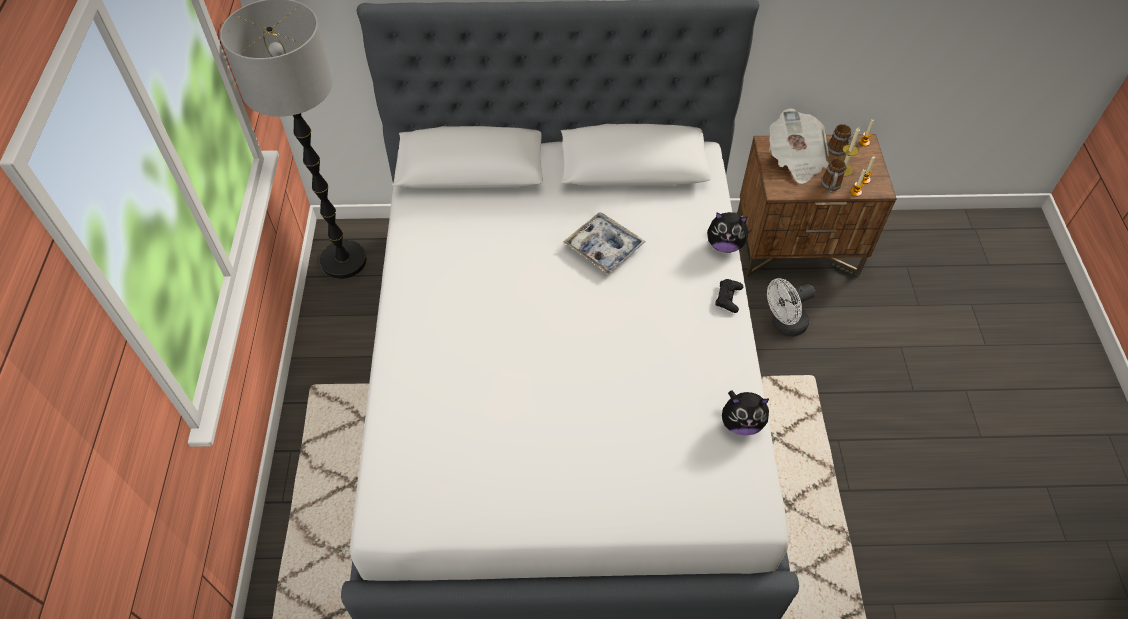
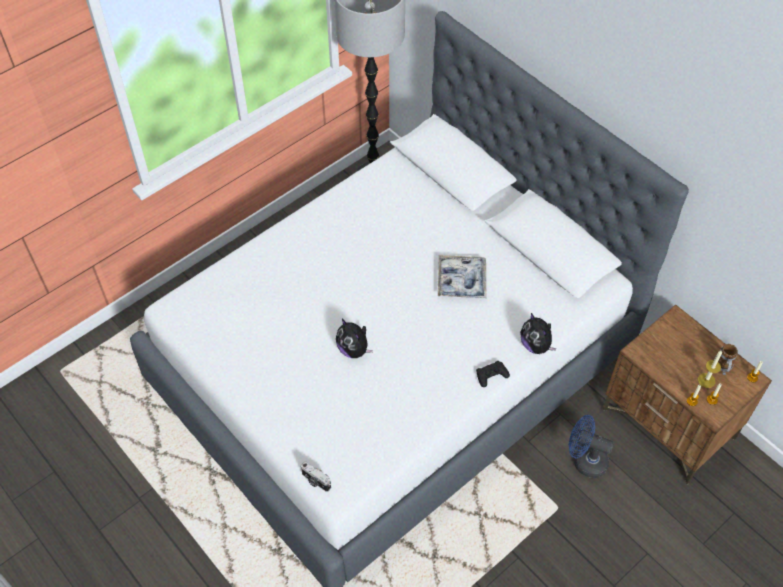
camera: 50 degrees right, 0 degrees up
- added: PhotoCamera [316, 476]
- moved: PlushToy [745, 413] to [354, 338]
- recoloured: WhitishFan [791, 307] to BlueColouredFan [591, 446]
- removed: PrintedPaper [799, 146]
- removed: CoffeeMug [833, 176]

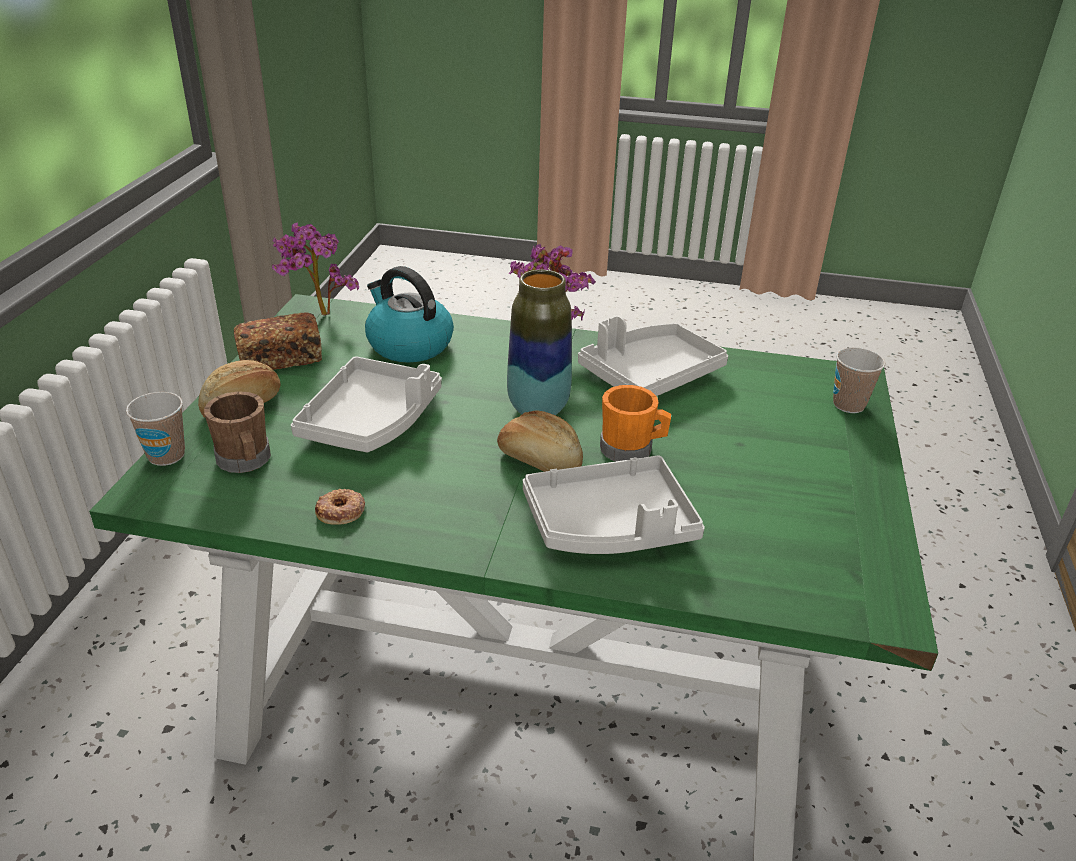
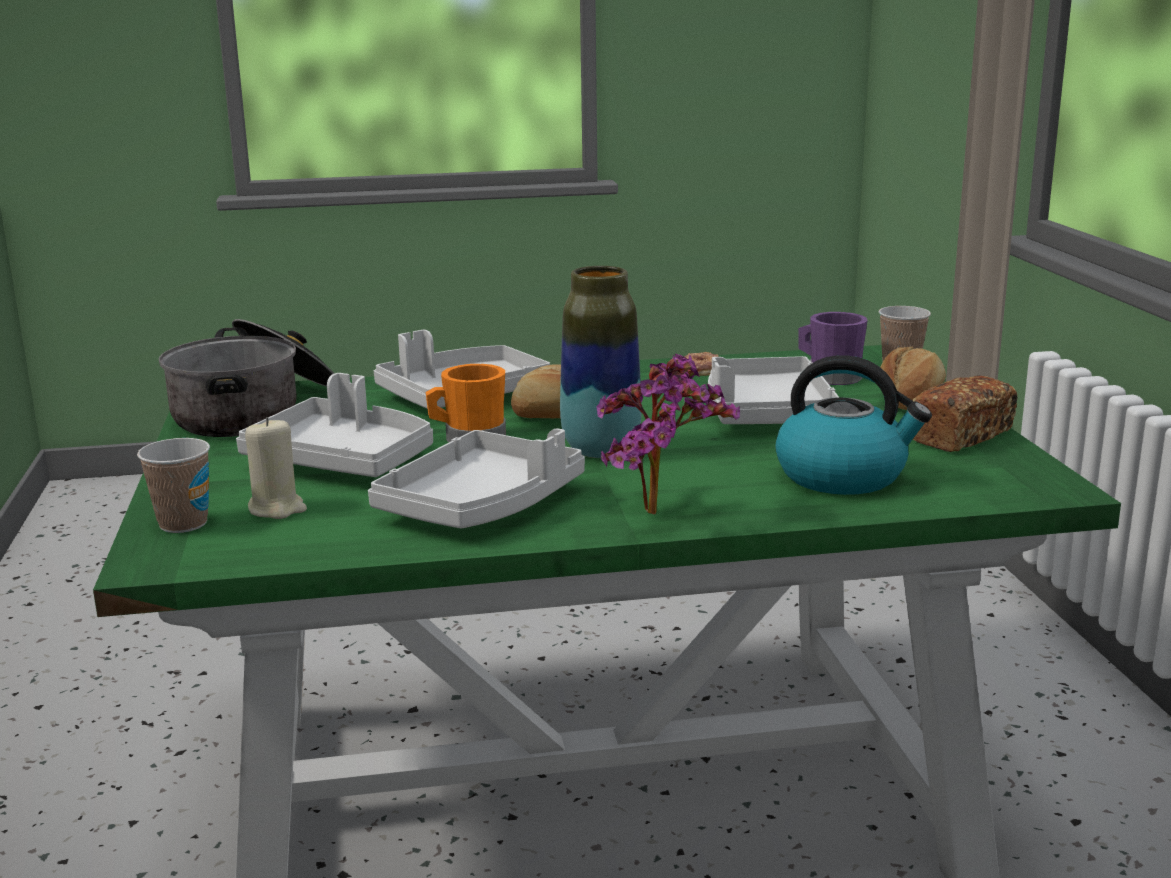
camera: 160 degrees right, 15 degrees down
- added: Stockpot [246, 378]
- added: GreyishCarryingTray [334, 425]
- added: SandColouredWaxLight [276, 468]
- recoloured: BrownishCoffeeMug [237, 432] to PurpleCoffeeMug [832, 348]
- removed: PlantInAPot [315, 269]

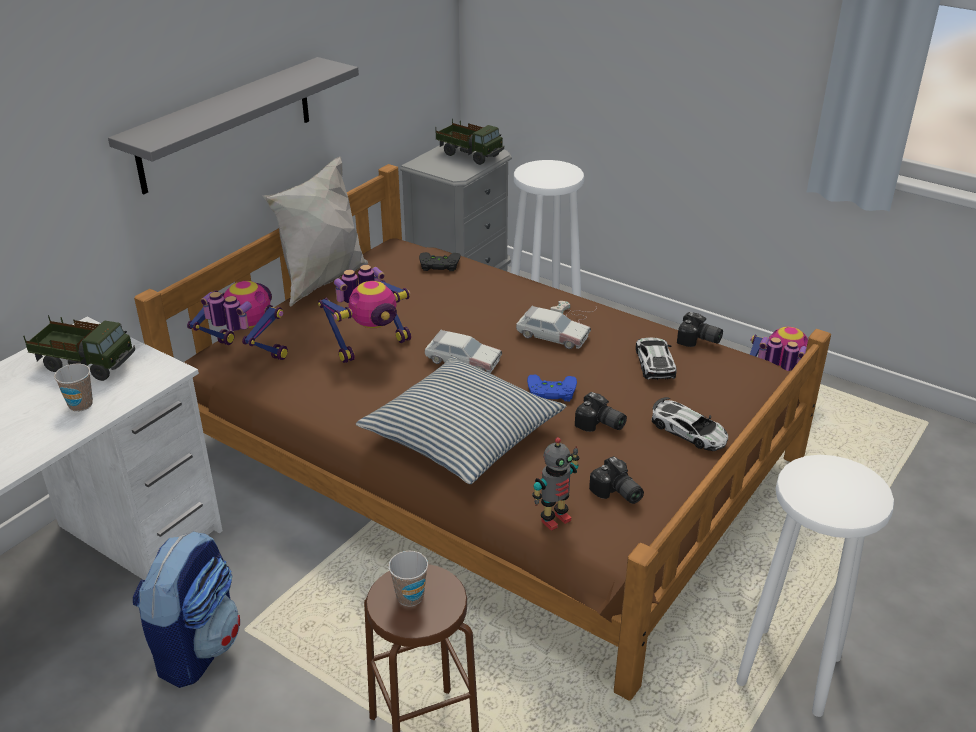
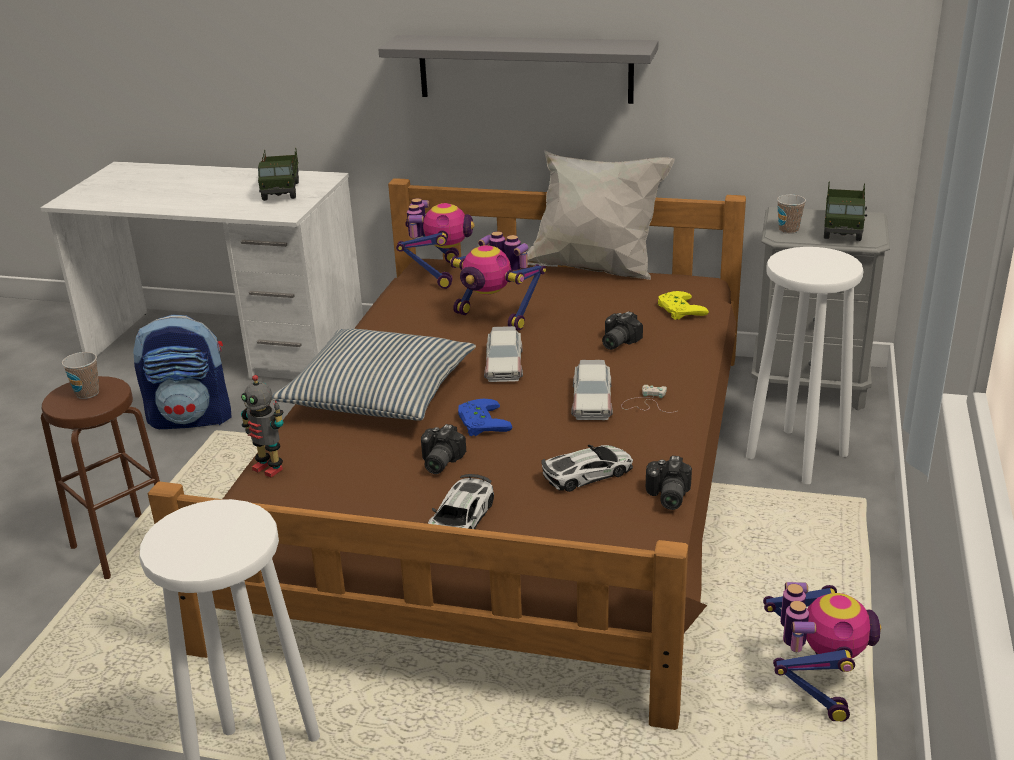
camera: 70 degrees right, 5 degrees down
- moved: PhotoCamera [616, 480] to [622, 330]
- recoloured: BlackishGamepad [440, 261] to YellowishGamepad [683, 305]
- moved: DrinkingCup [73, 388] to [791, 214]

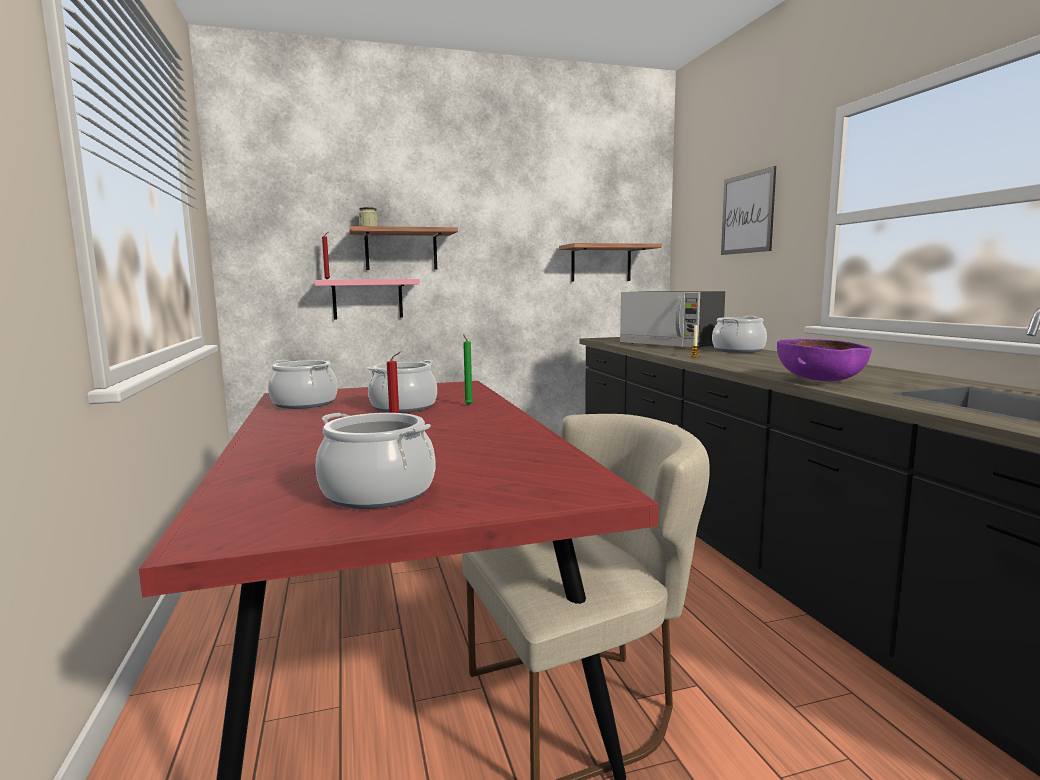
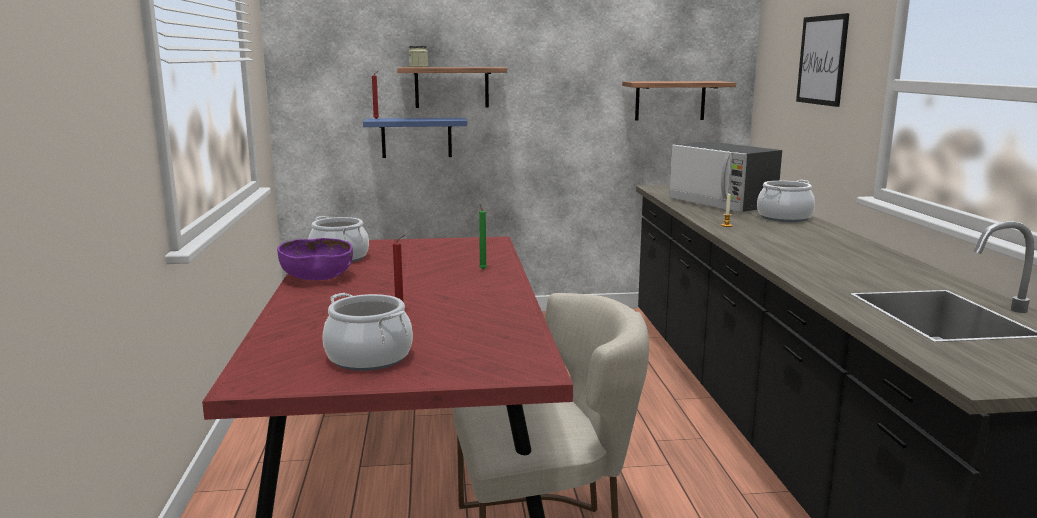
camera: 10 degrees right, 5 degrees up
- moved: PurpleBowl [824, 360] to [315, 259]
- recoloured: PinkWallShelf [367, 299] to BlueColouredWallShelf [415, 138]
- removed: Stockpot [402, 386]

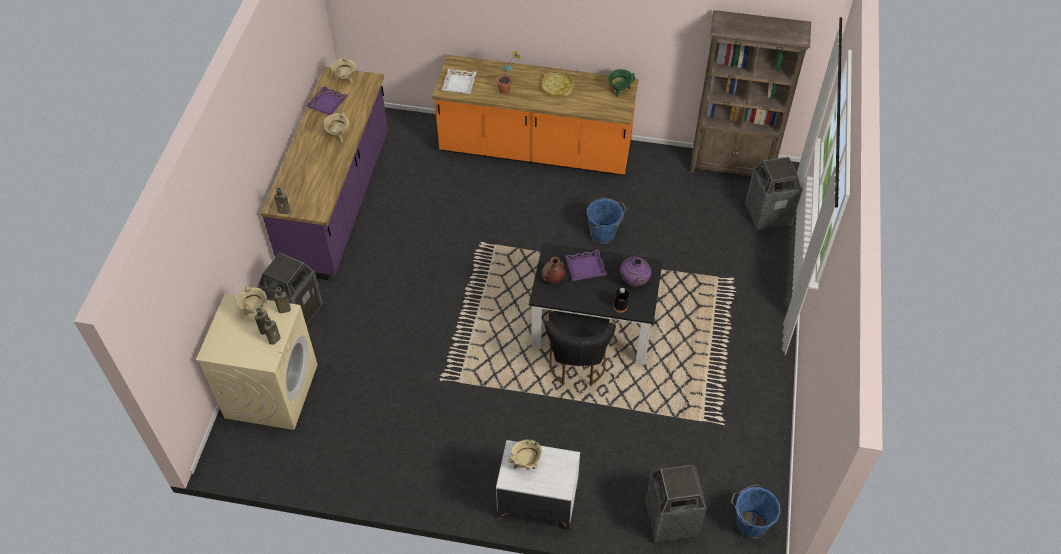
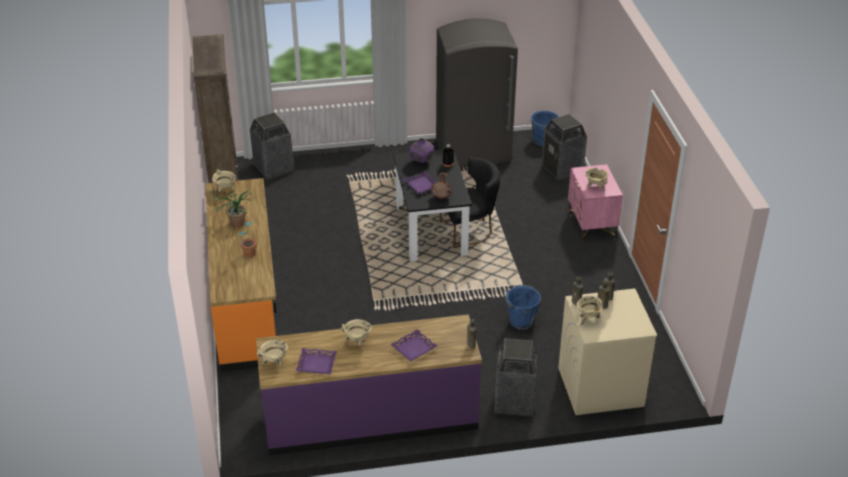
camera: 110 degrees left, 15 degrees down
- replaced: YellowishCarryingTray [558, 84] to PlantInAPot [232, 209]
- recoloured: GreenColouredStockpot [621, 83] to SandColouredStockpot [224, 180]
- added: PurpleCarryingTray [413, 345]
- added: GreyishFridge [477, 92]
- moved: BlueColouredPail [606, 220] to [523, 307]
- recoloured: WhitishNightTable [538, 485] to PinkNightTable [595, 203]
- removed: WhitishCarryingTray [459, 81]

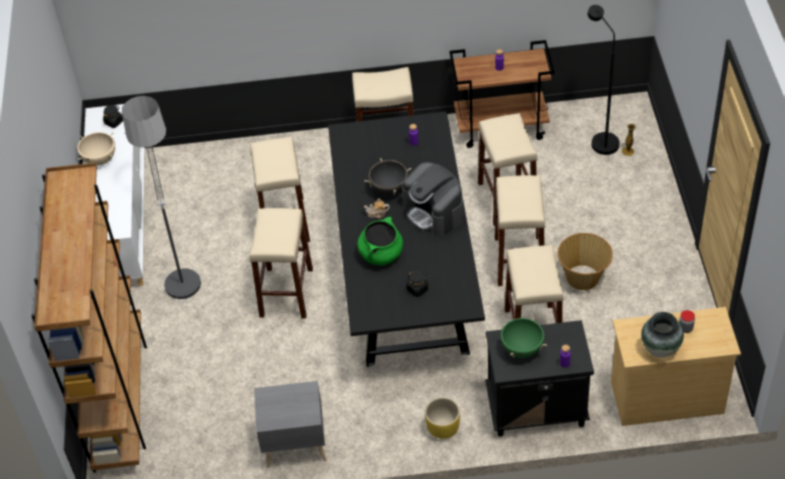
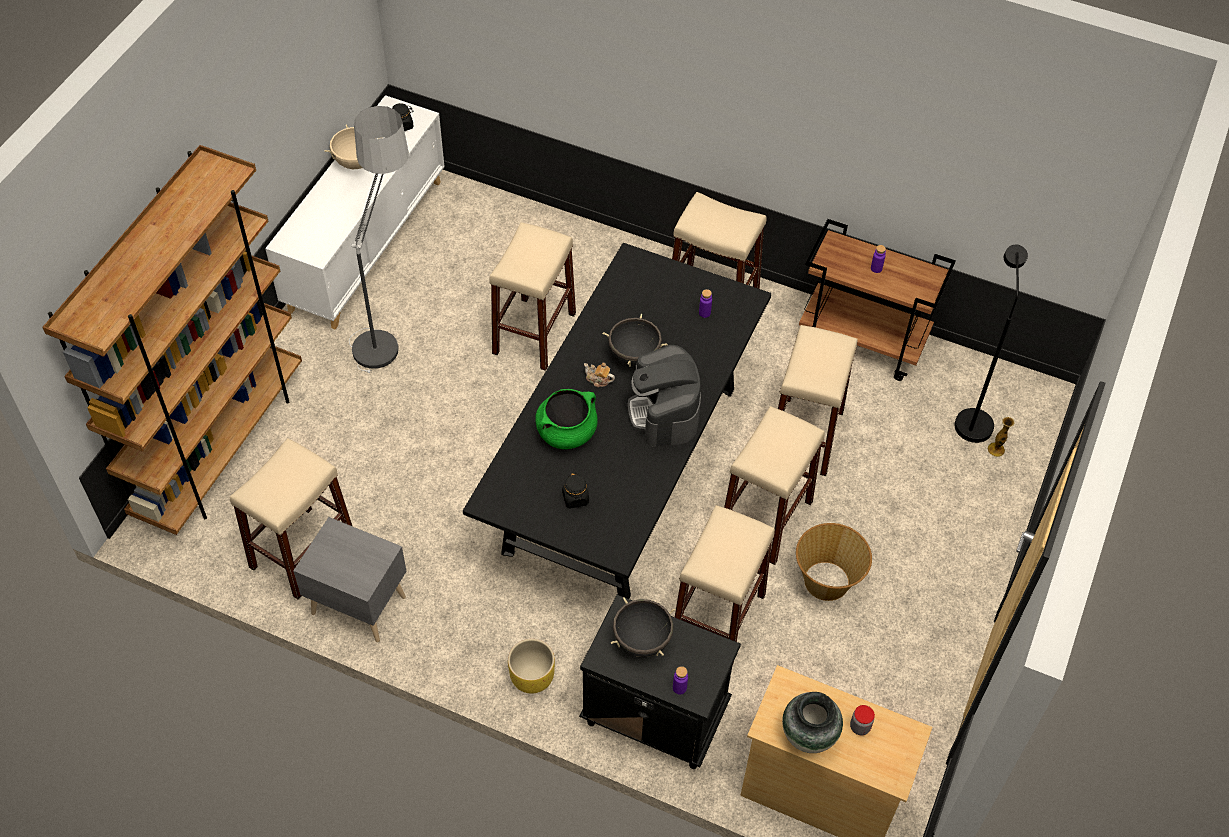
camera: 25 degrees right, 5 degrees up
- moved: SandColouredSittingStool [281, 263] to [291, 519]
- recoloured: GreenColouredStockpot [522, 337] to BlackishStockpot [643, 627]

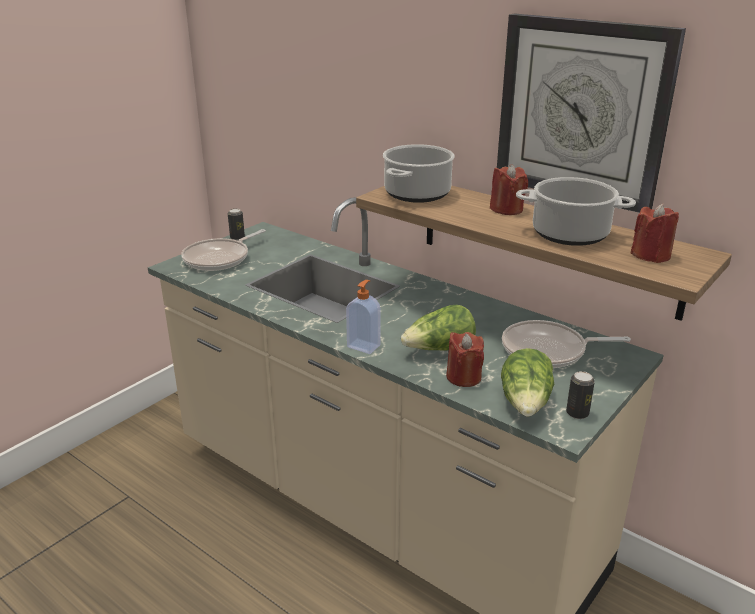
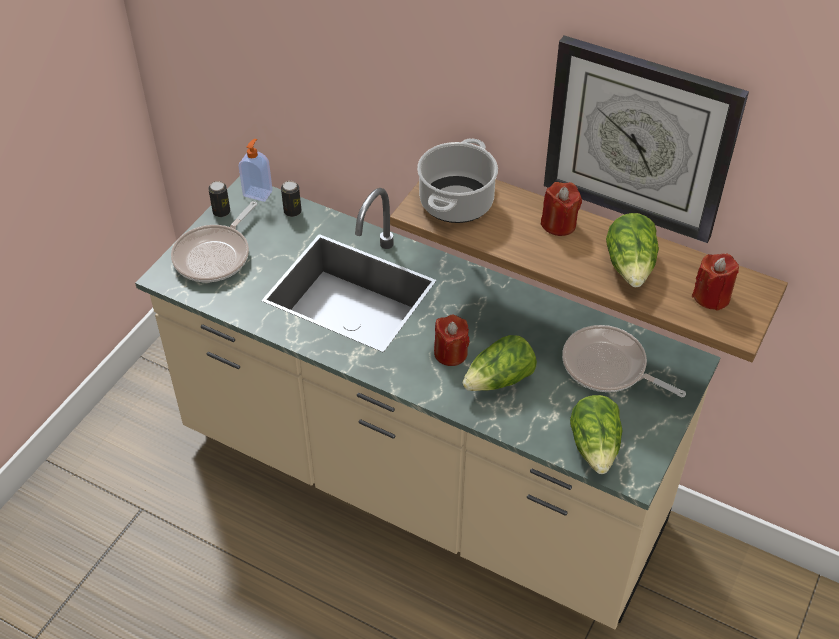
camera: 10 degrees left, 20 degrees up
- moved: LiquidSoapBottle [363, 317] to [256, 170]
- moved: MetalCan [580, 395] to [291, 199]
- moved: RedWaxLight [465, 359] to [452, 340]
- turned: FryingPan [566, 344] = [624, 361] 45 degrees clockwise
- replaced: Stockpot [576, 211] to Lettuce [632, 250]

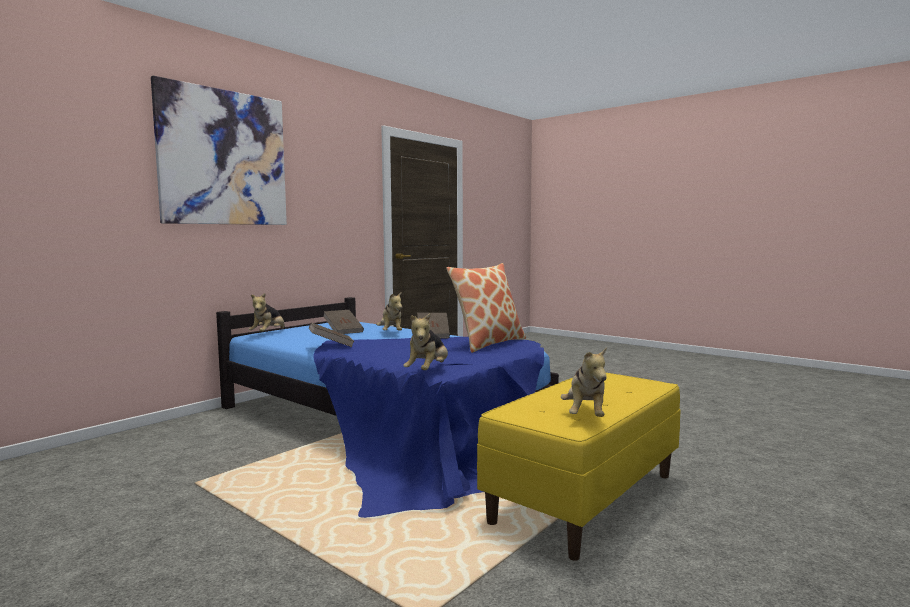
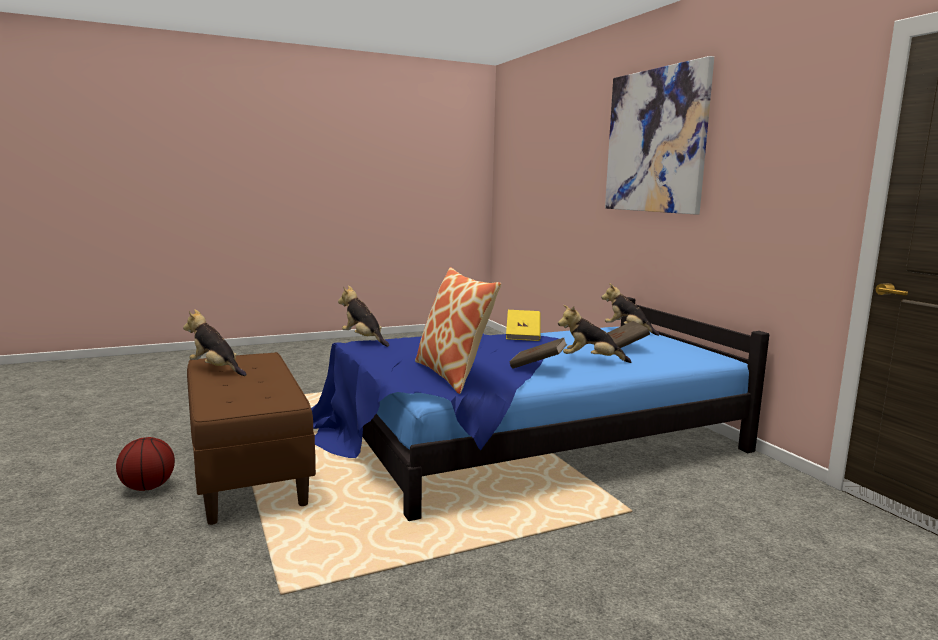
camera: 115 degrees right, 5 degrees up
- added: BallForBasketball [145, 464]
- recoloured: YellowishLongSeat [579, 467] to BrownishLongSeat [251, 438]
- recoloured: BrownishBook [332, 334] to YellowishBook [523, 325]

